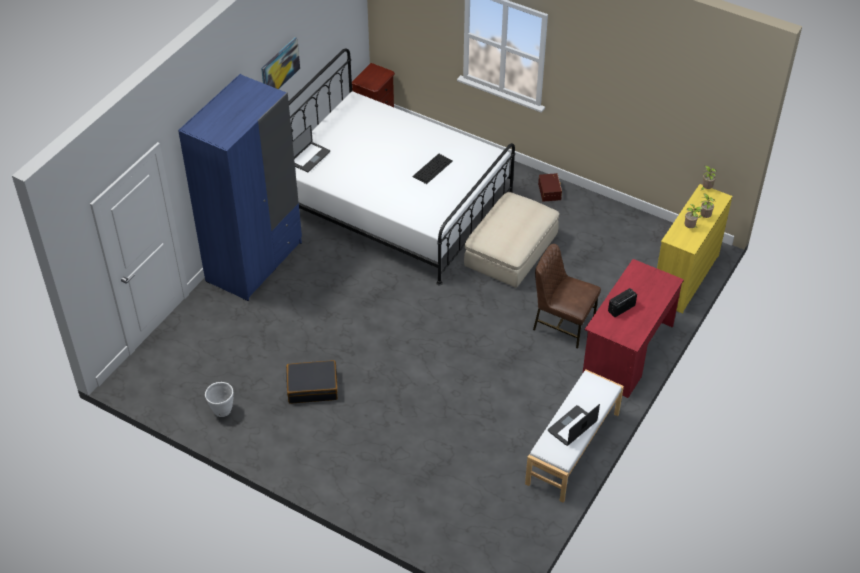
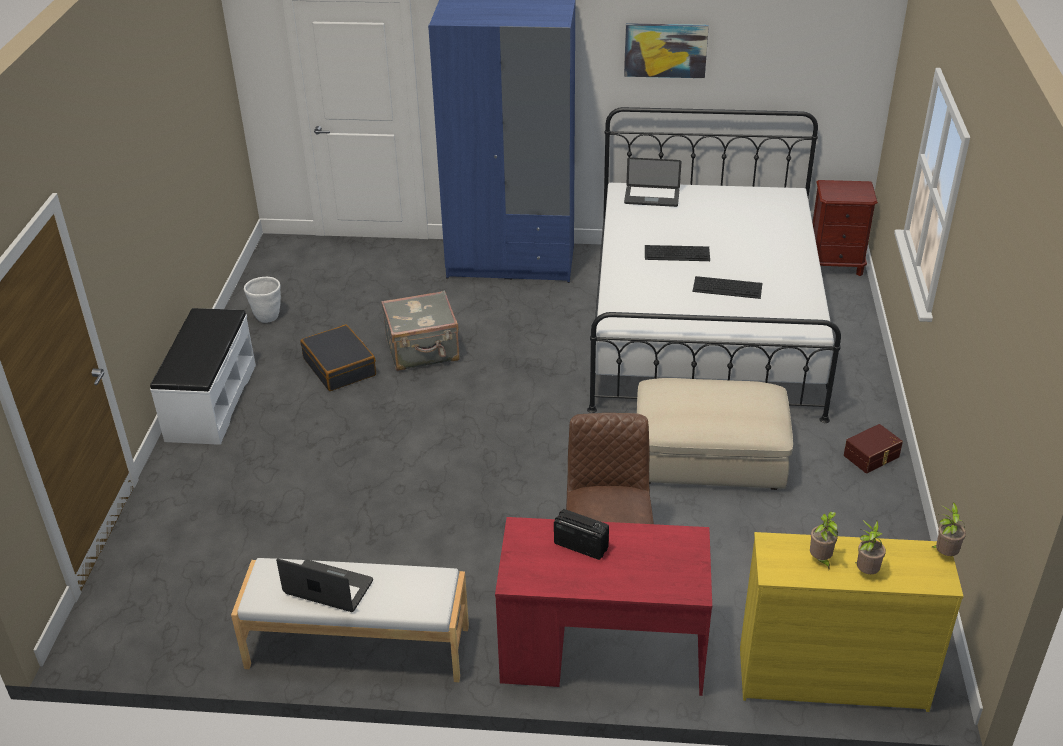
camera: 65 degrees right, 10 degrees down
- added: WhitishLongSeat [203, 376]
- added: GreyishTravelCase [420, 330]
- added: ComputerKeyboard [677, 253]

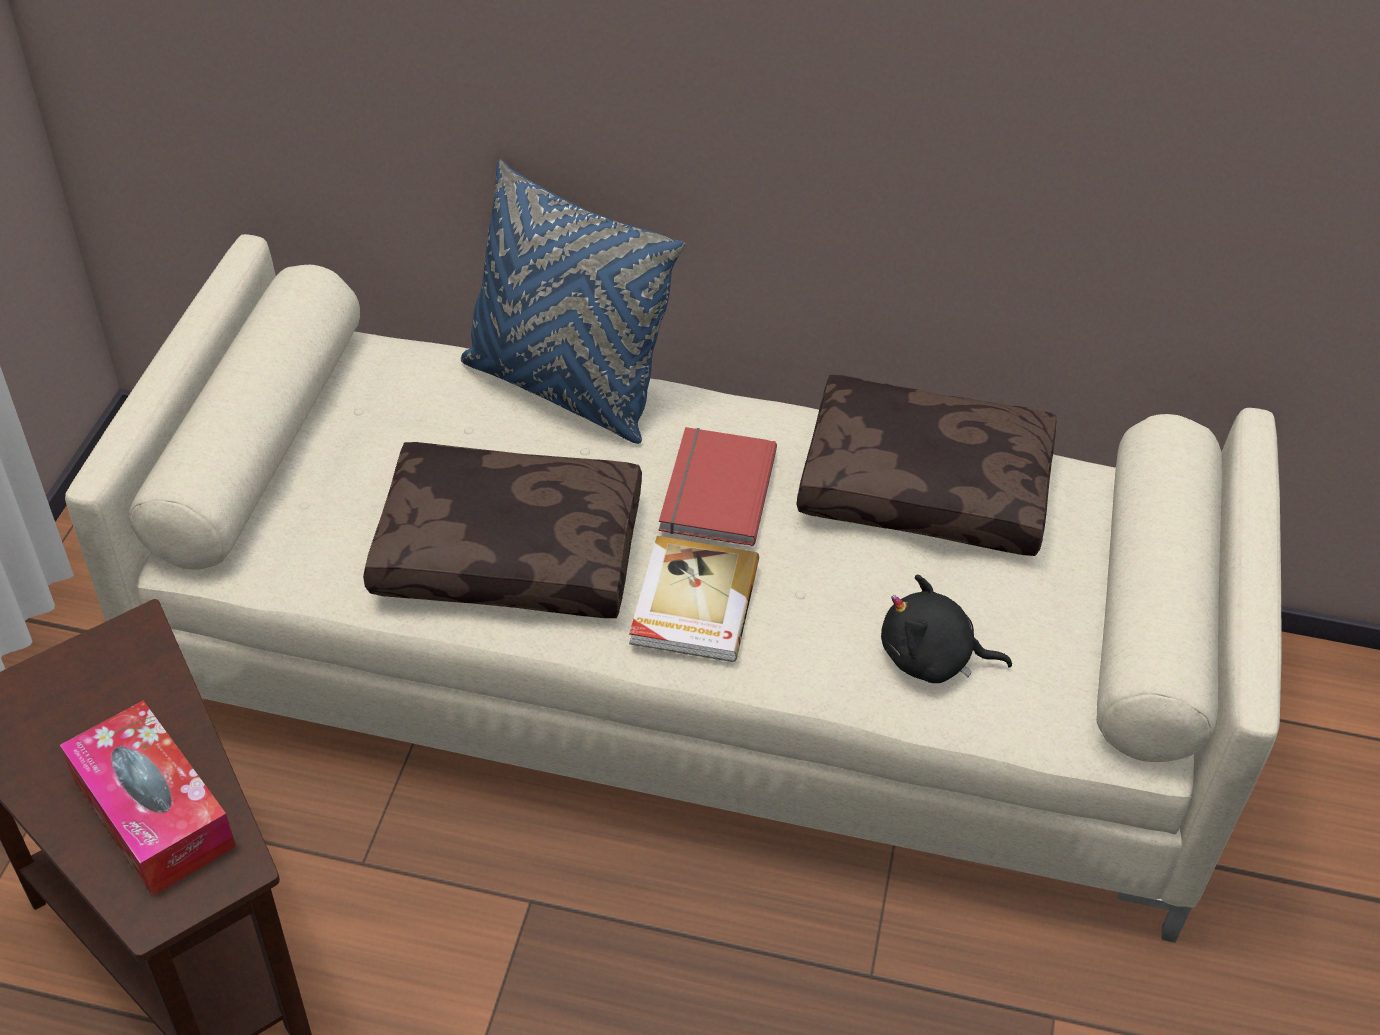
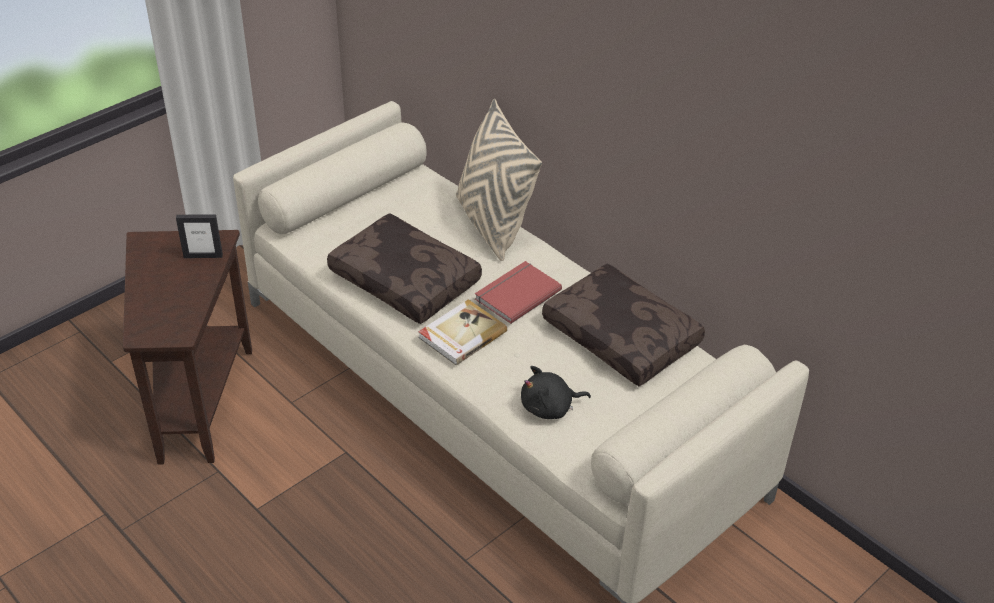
camera: 35 degrees right, 5 degrees down
- added: StandingFrame [199, 236]
- recoloured: BlueColouredThrowPillow [573, 302] to SandColouredThrowPillow [499, 180]
- turned: BlackishPlushToy [946, 629] = [556, 392] 60 degrees counterclockwise
- removed: BoxOfTissues [148, 798]

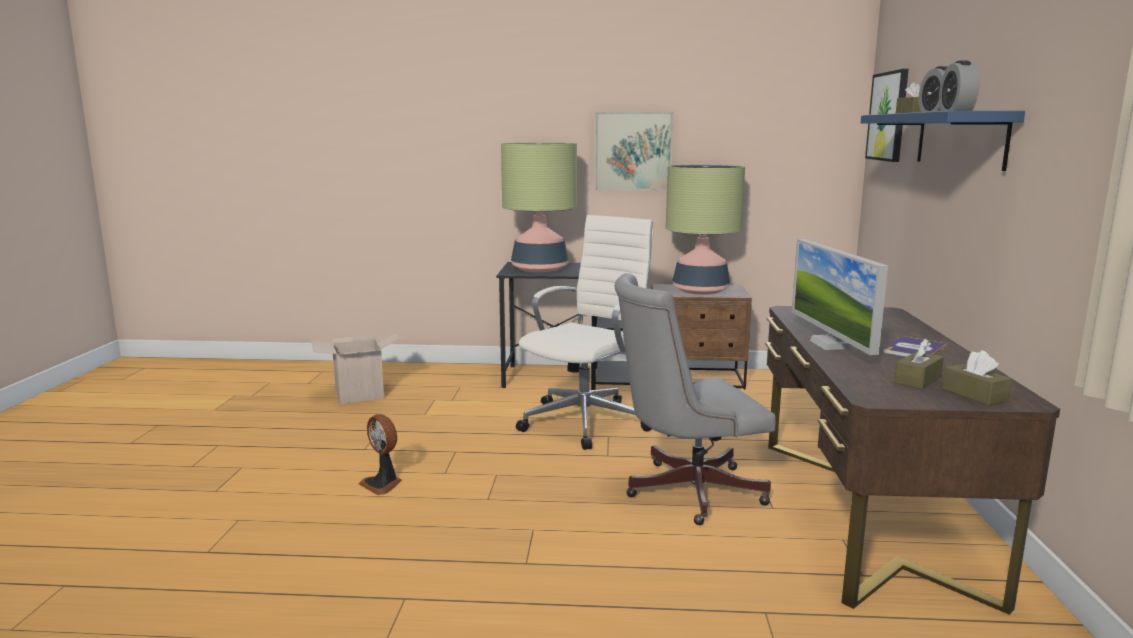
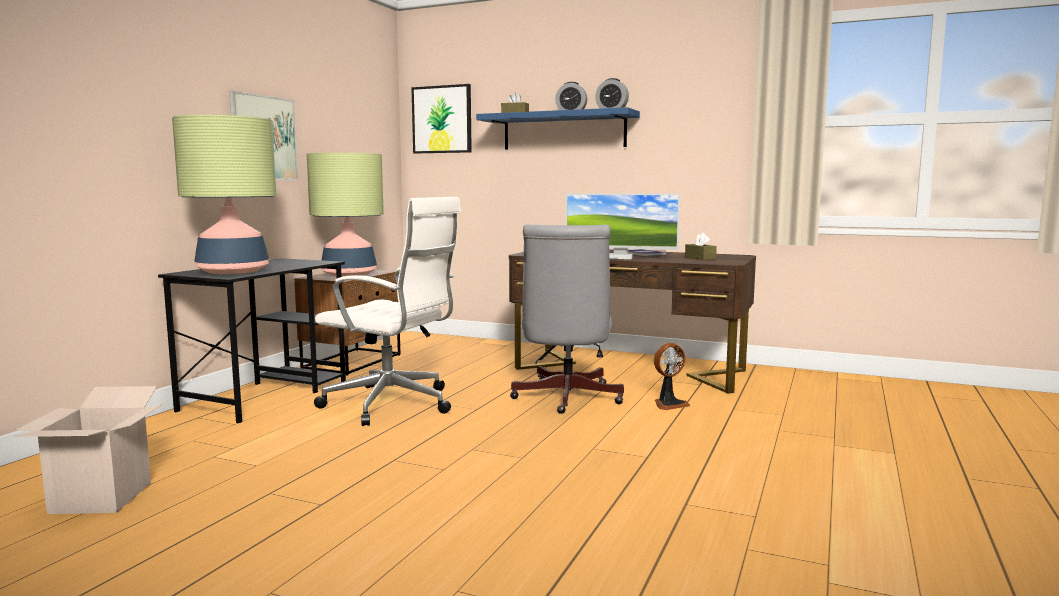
camera: 70 degrees left, 5 degrees down
- turned: WhitishComputerChair [584, 332] = [387, 311] 150 degrees clockwise
- moved: Fan [380, 454] to [672, 376]
- removed: BrownishBoxOfTissues [977, 377]

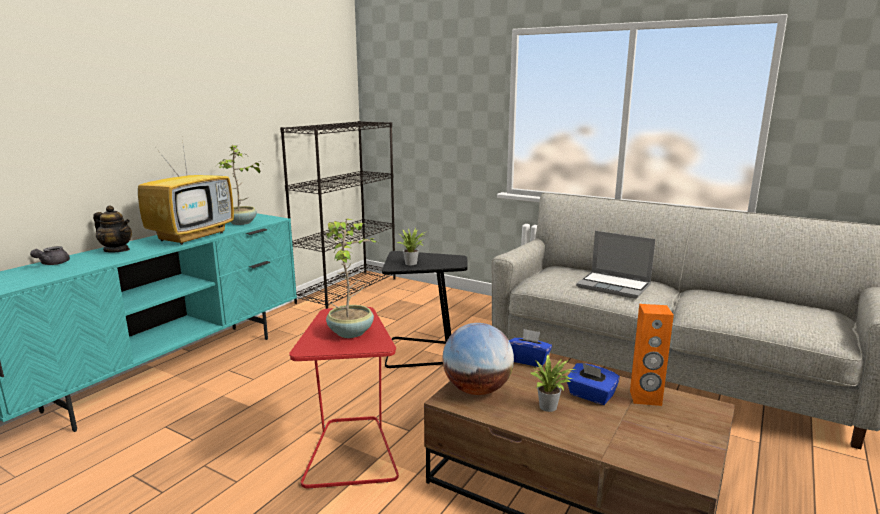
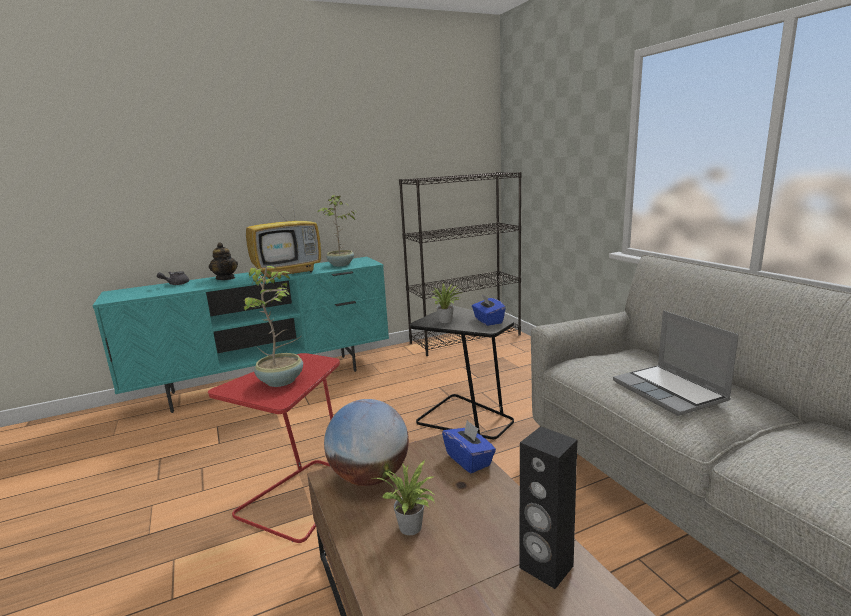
camera: 35 degrees right, 0 degrees up
- moved: BlueColouredBoxOfTissues [593, 384] to [488, 310]
- recoloured: OrangeAudioSpeaker [652, 355] to BlackishAudioSpeaker [548, 507]

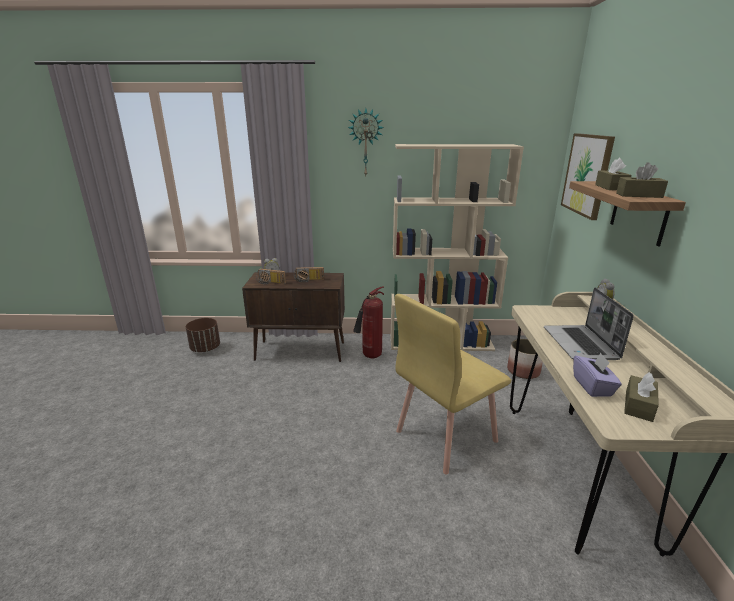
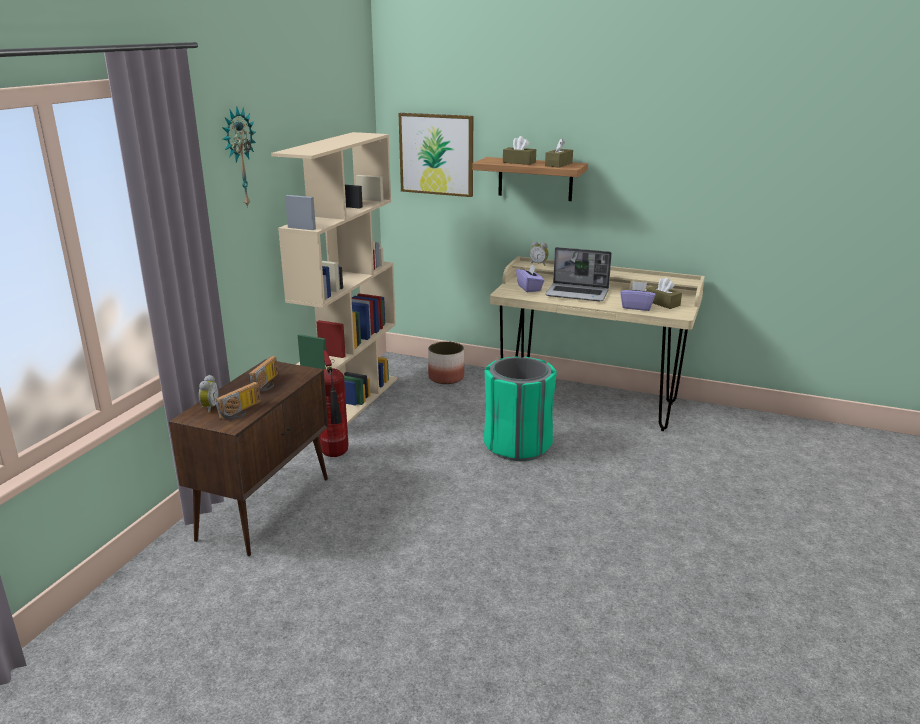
camera: 70 degrees left, 0 degrees up
- replaced: YellowishChair [453, 384] to GreenColouredRubbishBin [520, 408]
- added: PurpleBoxOfTissues [530, 278]
- removed: BrownishFlowerPot [203, 335]

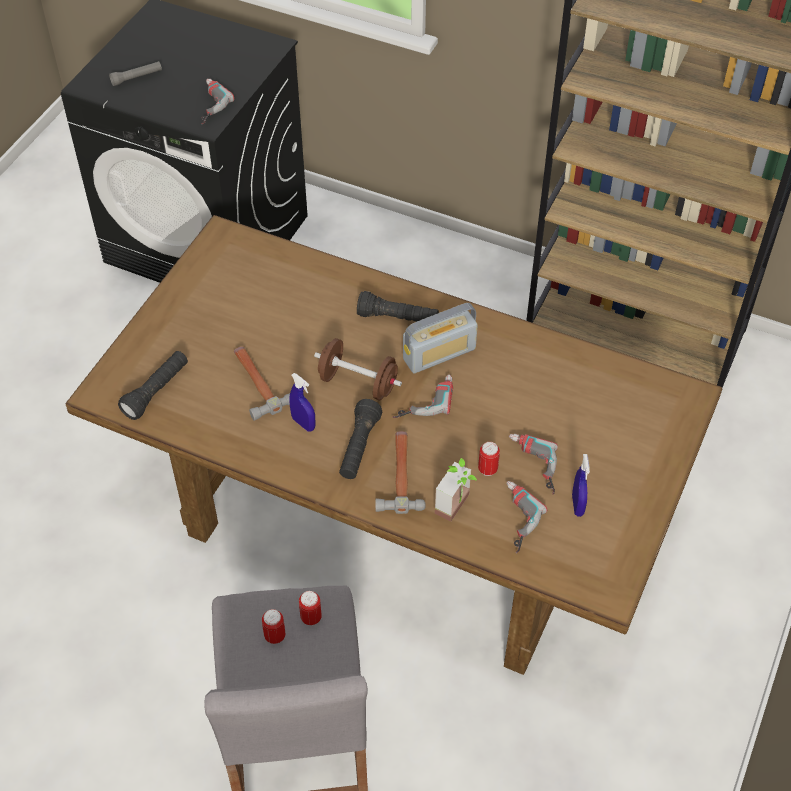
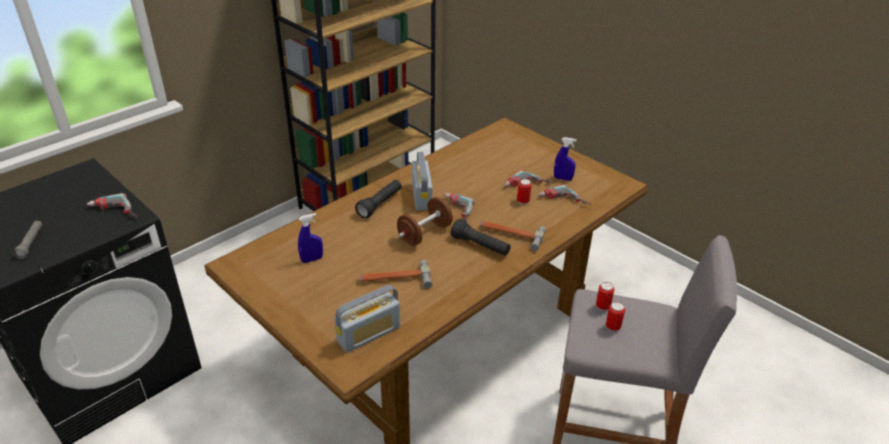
camera: 70 degrees left, 15 degrees down
- moved: BlueColouredSprayer [302, 402] to [310, 238]
- replaced: BlackishHandTorch [153, 385] to RadioSet [367, 319]
- removed: PlantInAPot [456, 489]

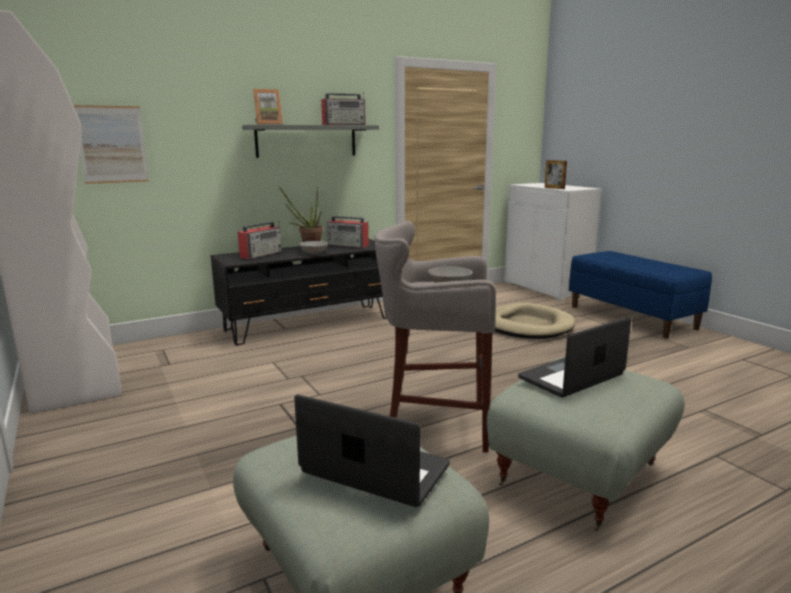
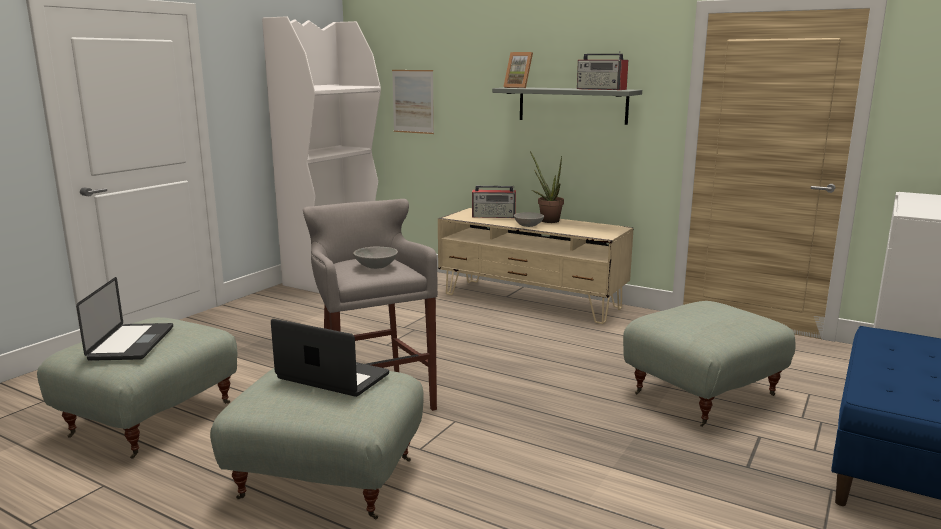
camera: 60 degrees right, 0 degrees up
- recoloured: BlackishTvStand [299, 292] to SandColouredTvStand [536, 266]
- replaced: SandColouredPetBed [535, 321] to GreyishOttoman [709, 364]
- removed: RadioSet [348, 232]
- removed: StandingFrame [556, 174]

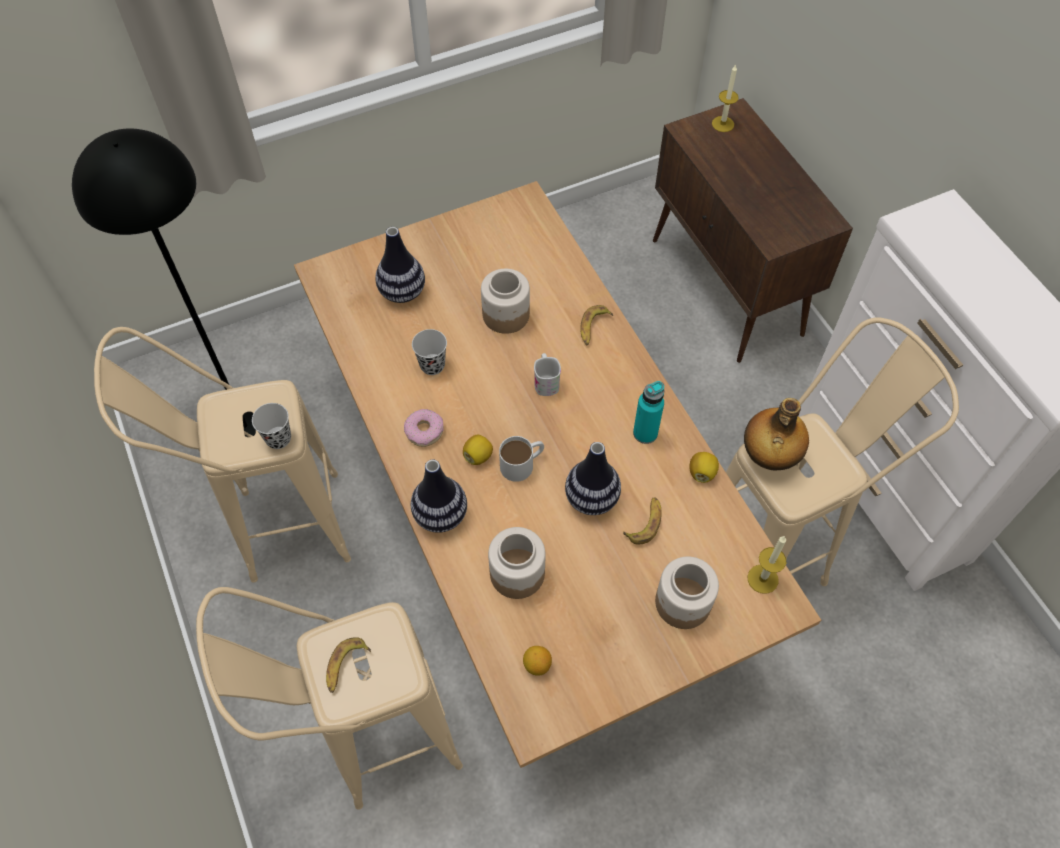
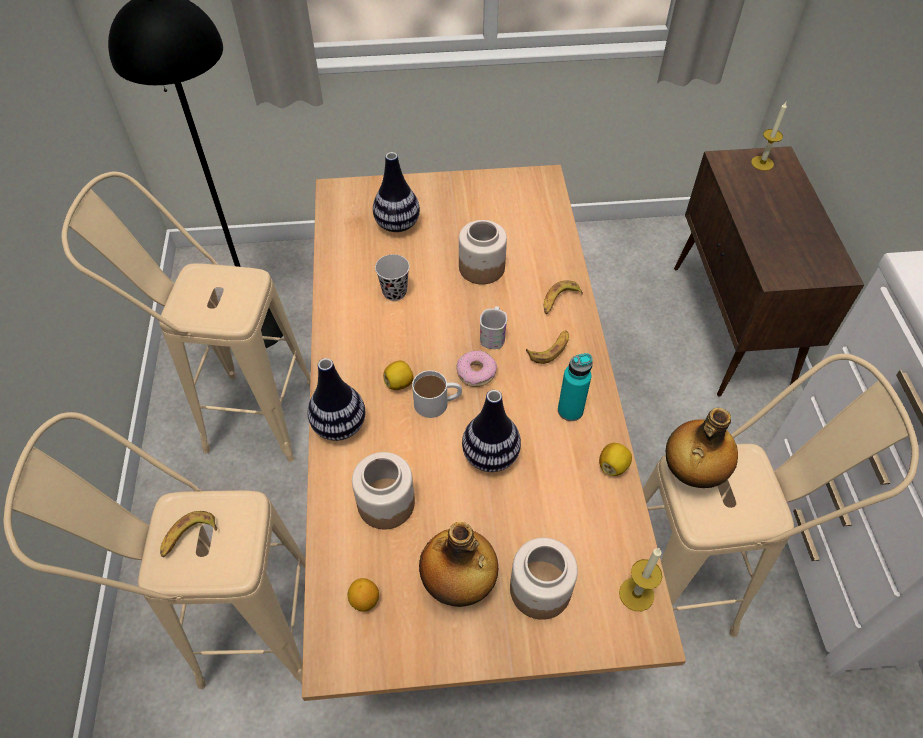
camera: 20 degrees right, 5 degrees down
- added: DrinkBottle [458, 564]
- moved: Donut [424, 428] to [476, 368]
- moved: Banana [642, 521] to [547, 347]
- removed: BlackishDrinkingCup [271, 426]

